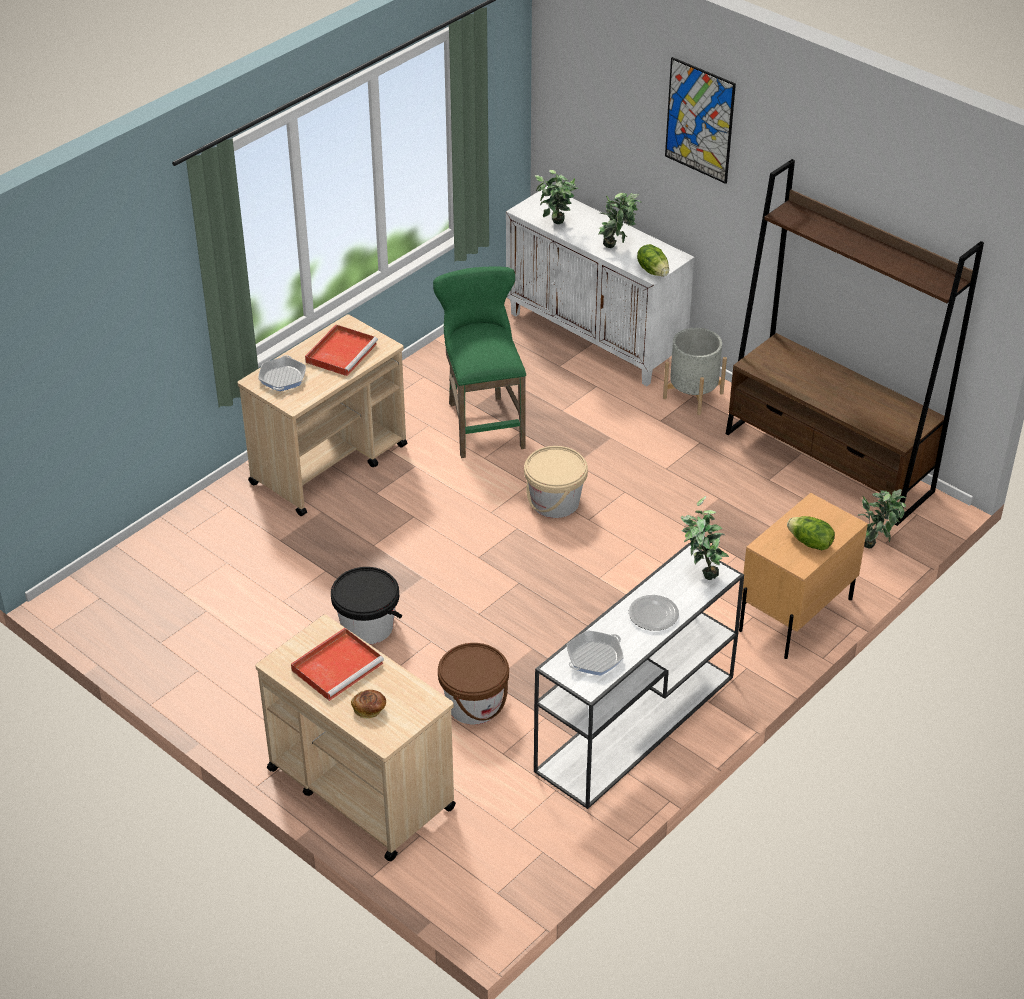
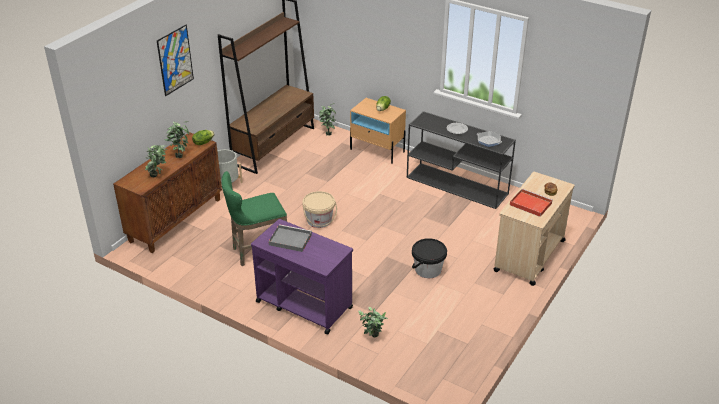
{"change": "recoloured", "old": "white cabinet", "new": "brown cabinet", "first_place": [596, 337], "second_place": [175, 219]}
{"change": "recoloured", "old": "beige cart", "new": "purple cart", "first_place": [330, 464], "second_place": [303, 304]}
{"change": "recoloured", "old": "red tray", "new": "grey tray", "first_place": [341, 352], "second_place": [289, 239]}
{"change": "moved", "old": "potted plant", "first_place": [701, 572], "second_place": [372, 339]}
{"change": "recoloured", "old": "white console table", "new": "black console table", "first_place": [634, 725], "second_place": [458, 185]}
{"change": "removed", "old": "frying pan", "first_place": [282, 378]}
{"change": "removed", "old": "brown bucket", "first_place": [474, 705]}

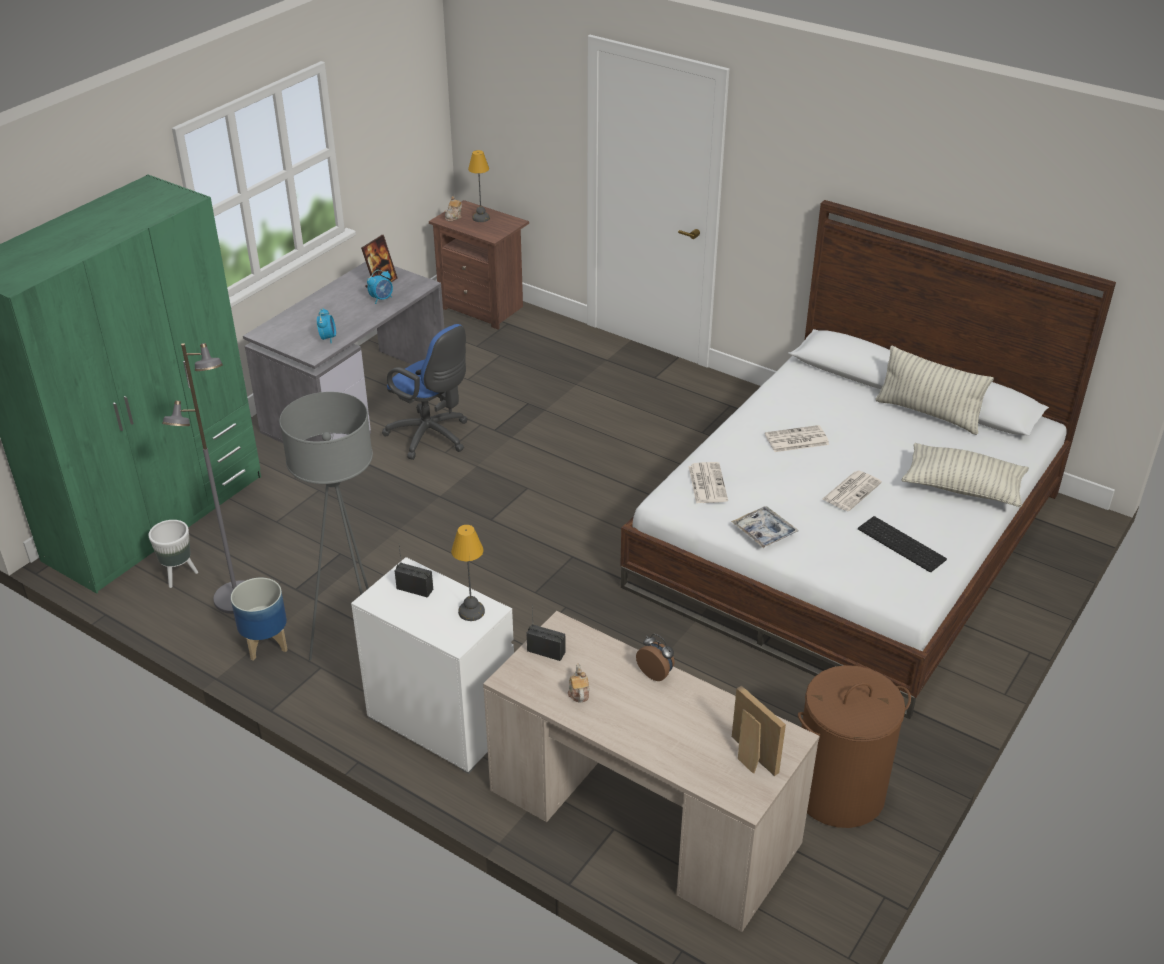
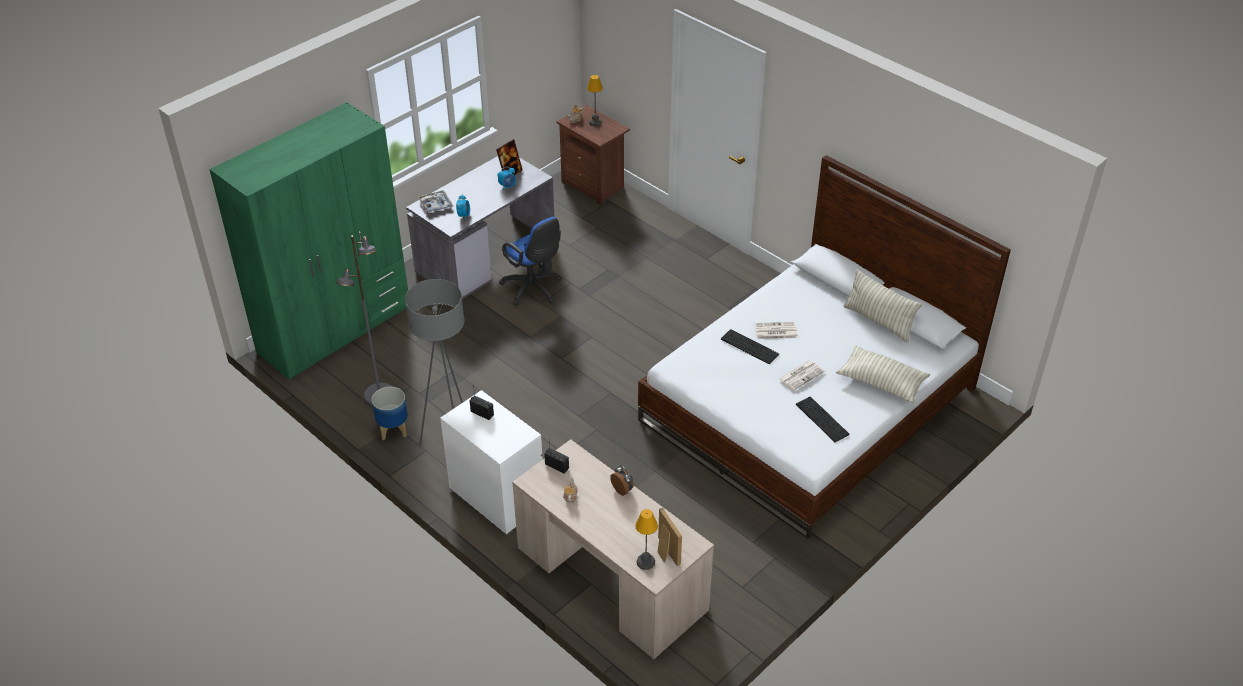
{"change": "moved", "old": "tray", "first_place": [764, 532], "second_place": [436, 205]}
{"change": "moved", "old": "table lamp", "first_place": [472, 611], "second_place": [646, 562]}
{"change": "added", "new": "keyboard", "second_place": [751, 346]}
{"change": "removed", "old": "white planter", "first_place": [179, 575]}
{"change": "removed", "old": "newspaper", "first_place": [707, 483]}
{"change": "removed", "old": "brown laundry basket", "first_place": [838, 792]}

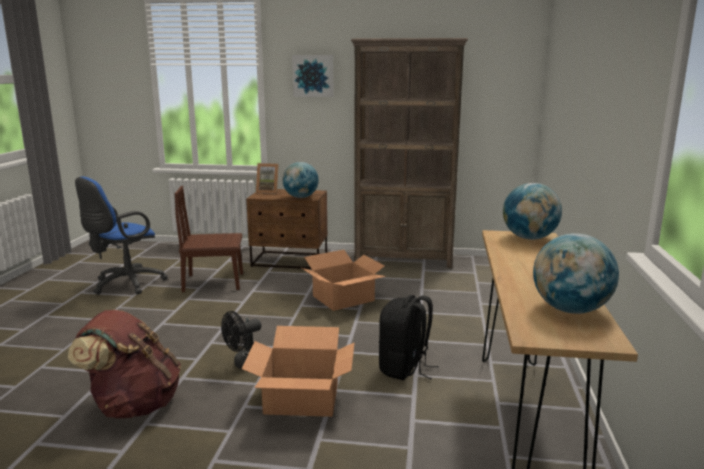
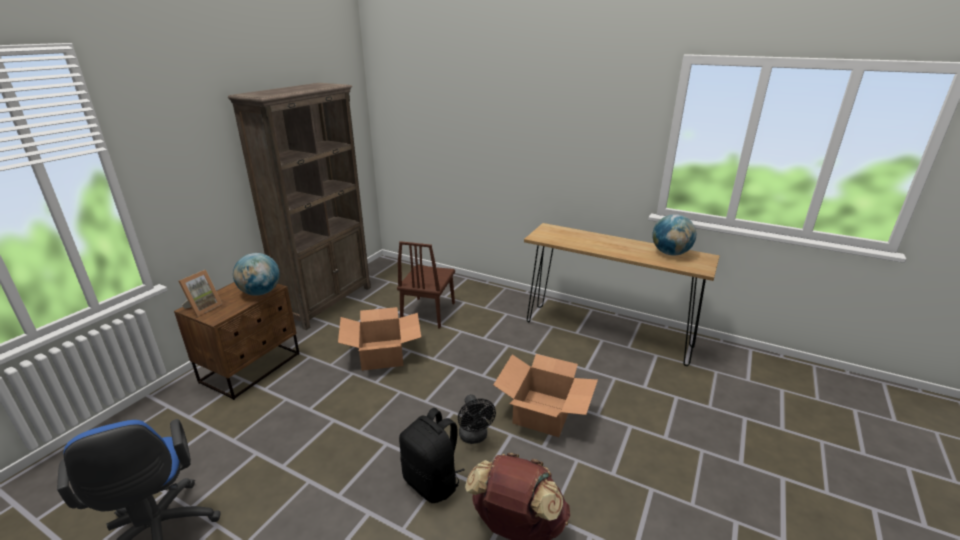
{"change": "moved", "old": "brown chair", "first_place": [213, 282], "second_place": [428, 312]}
{"change": "moved", "old": "black backpack", "first_place": [404, 369], "second_place": [432, 482]}
{"change": "removed", "old": "picture", "first_place": [313, 76]}
{"change": "removed", "old": "globe", "first_place": [529, 238]}

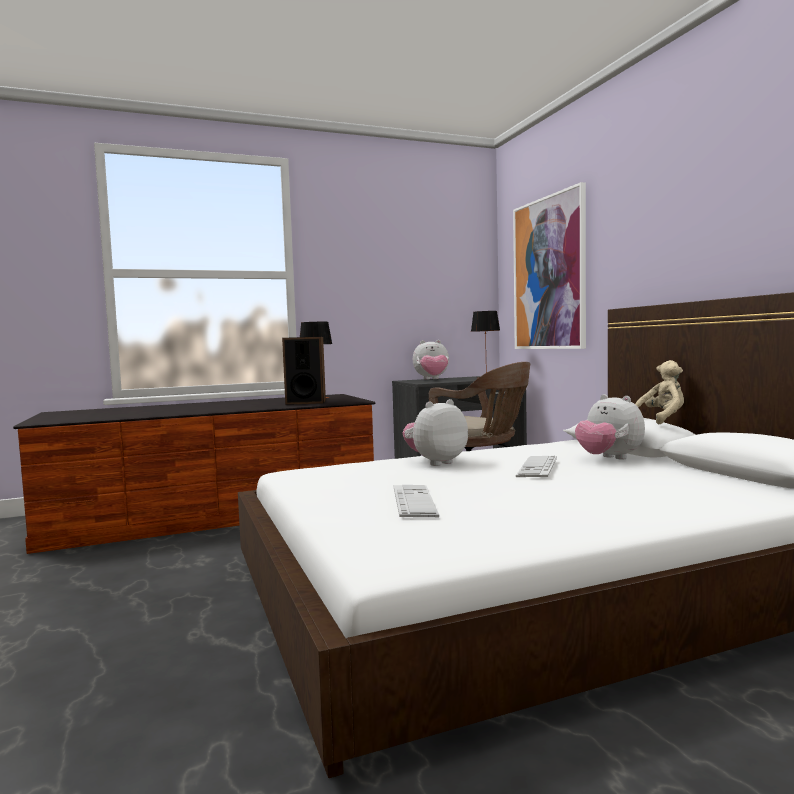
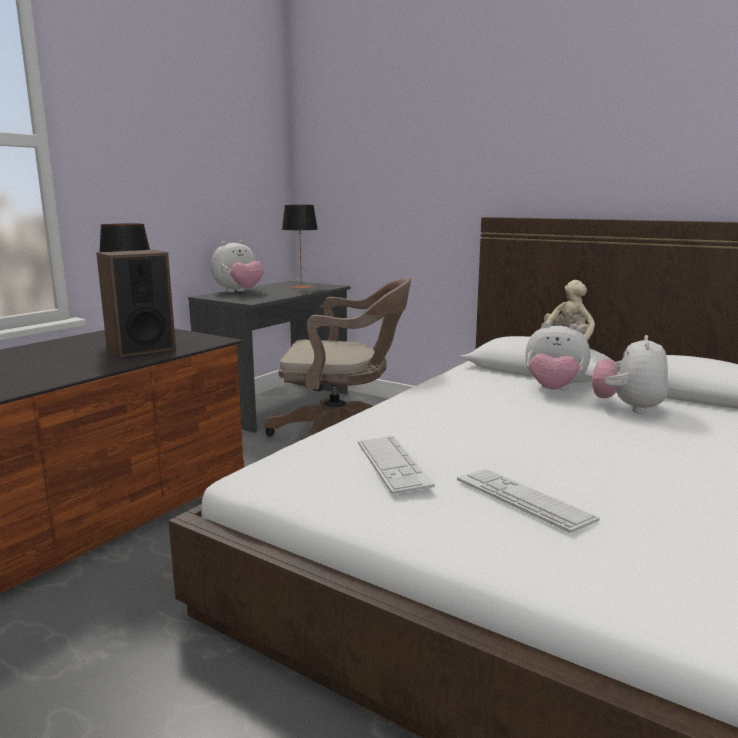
{"change": "moved", "old": "keyboard", "first_place": [537, 467], "second_place": [393, 464]}
{"change": "moved", "old": "plush toy", "first_place": [435, 462], "second_place": [627, 408]}
{"change": "removed", "old": "picture", "first_place": [549, 273]}

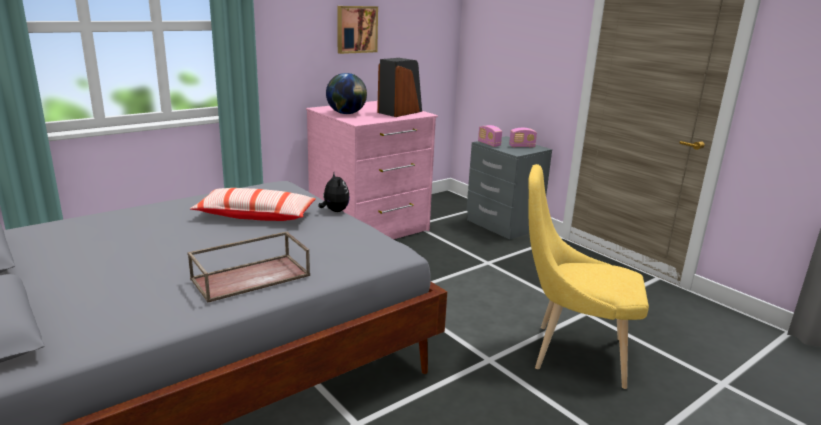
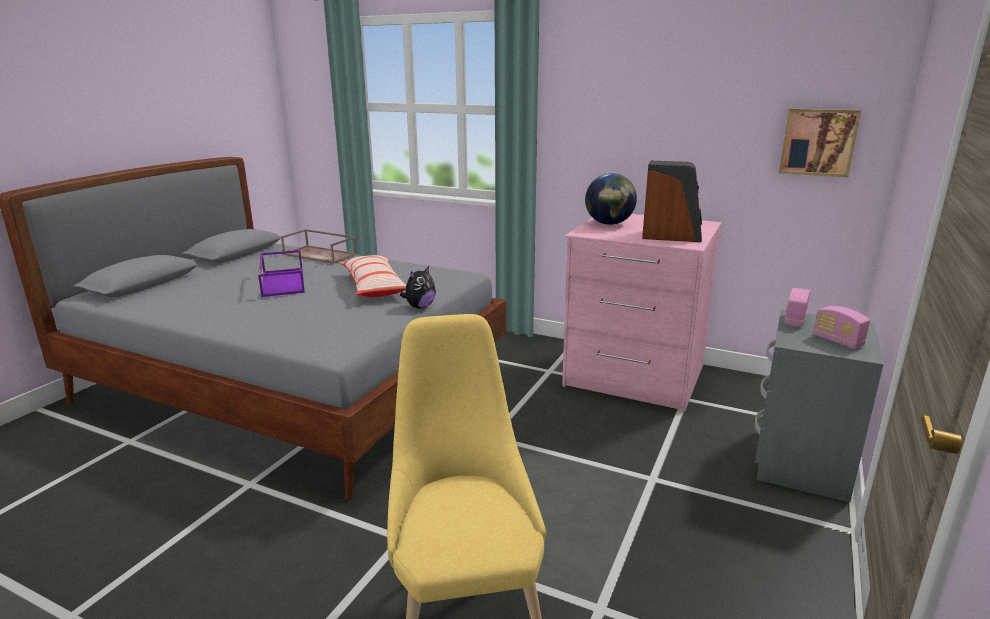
{"change": "added", "new": "purple tray", "second_place": [282, 282]}
{"change": "moved", "old": "brown tray", "first_place": [251, 276], "second_place": [321, 254]}
{"change": "moved", "old": "picture", "first_place": [356, 29], "second_place": [818, 142]}

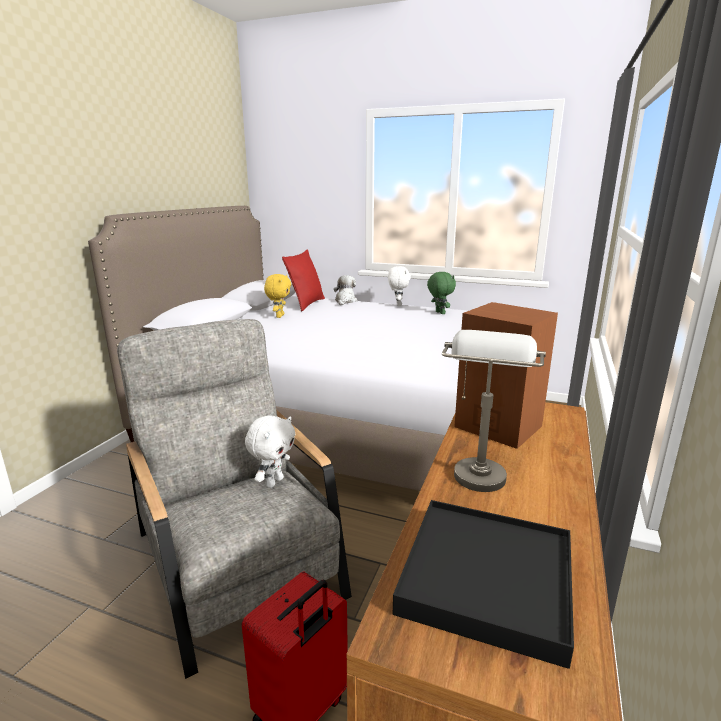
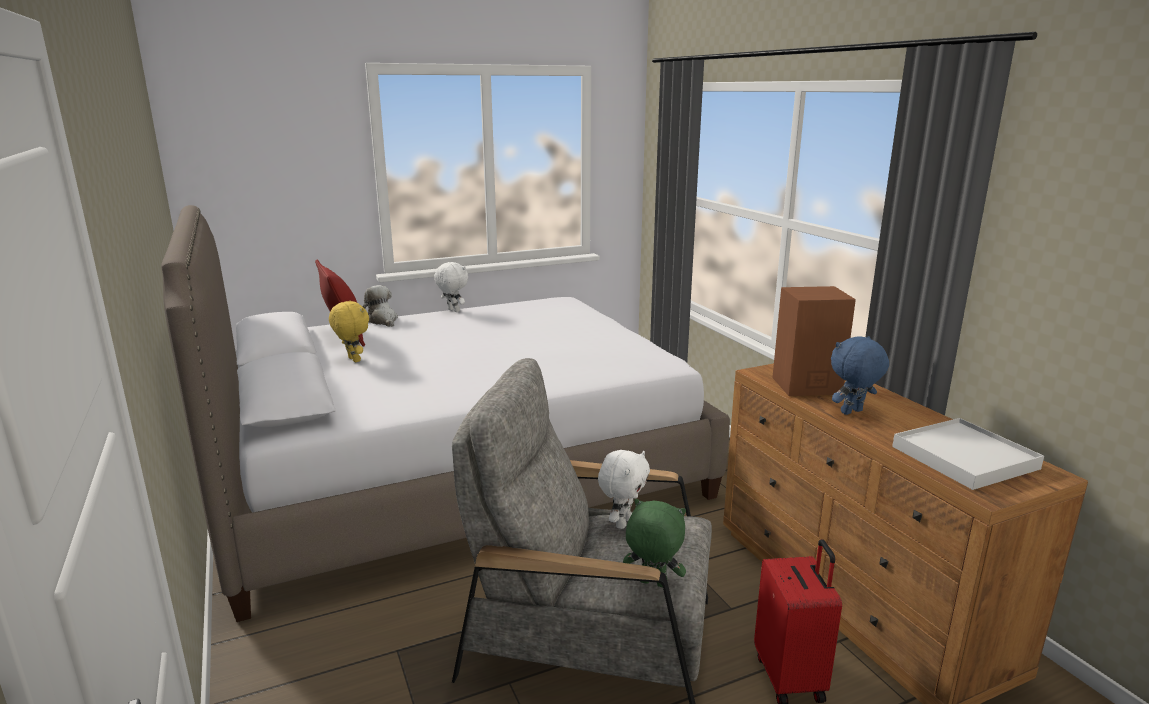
{"change": "turned", "old": "white plush toy", "first_place": [273, 482], "second_place": [622, 522], "degrees": 45}
{"change": "moved", "old": "green plush toy", "first_place": [439, 313], "second_place": [652, 584]}
{"change": "replaced", "old": "grey table lamp", "new": "blue plush toy", "first_place": [479, 467], "second_place": [852, 412]}
{"change": "recoloured", "old": "black tray", "new": "white tray", "first_place": [486, 578], "second_place": [963, 457]}

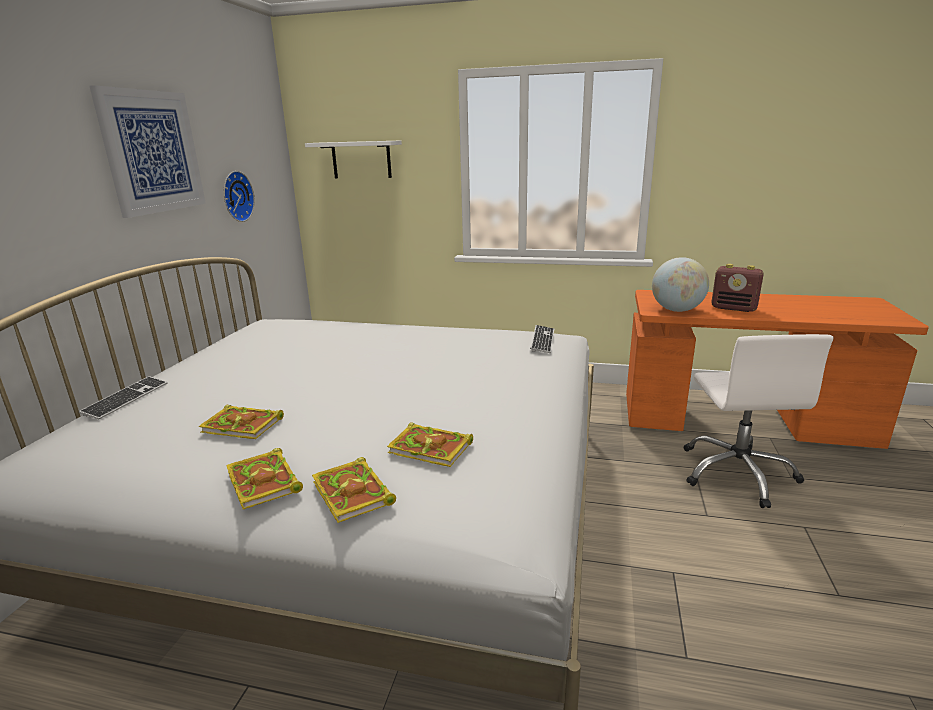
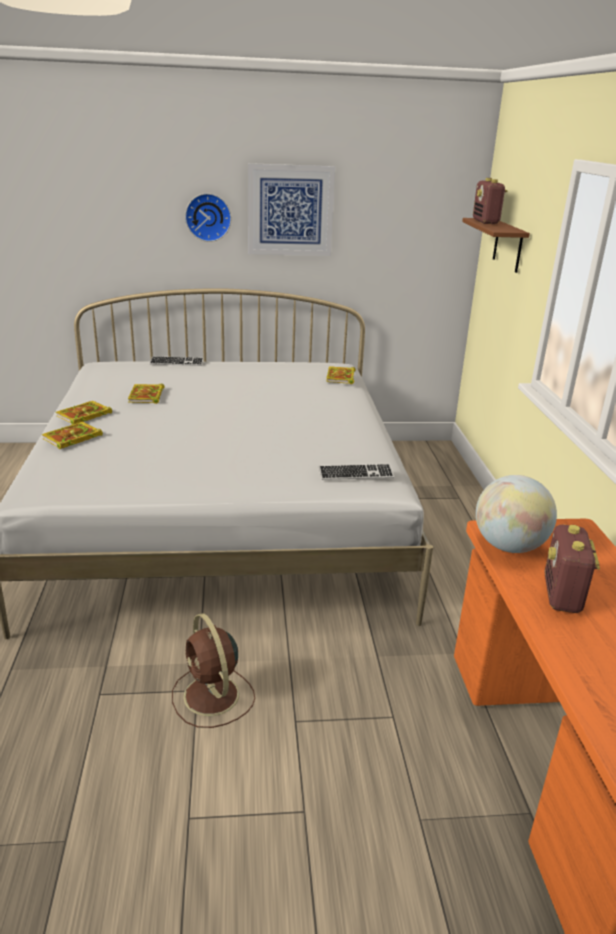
{"change": "added", "new": "brown fan", "second_place": [212, 697]}
{"change": "moved", "old": "wall clock", "first_place": [235, 196], "second_place": [208, 217]}
{"change": "moved", "old": "book", "first_place": [432, 448], "second_place": [341, 378]}
{"change": "recoloured", "old": "white shelf", "new": "brown shelf", "first_place": [361, 160], "second_place": [508, 245]}
{"change": "added", "new": "radio", "second_place": [485, 222]}
{"change": "removed", "old": "white office chair", "first_place": [737, 473]}

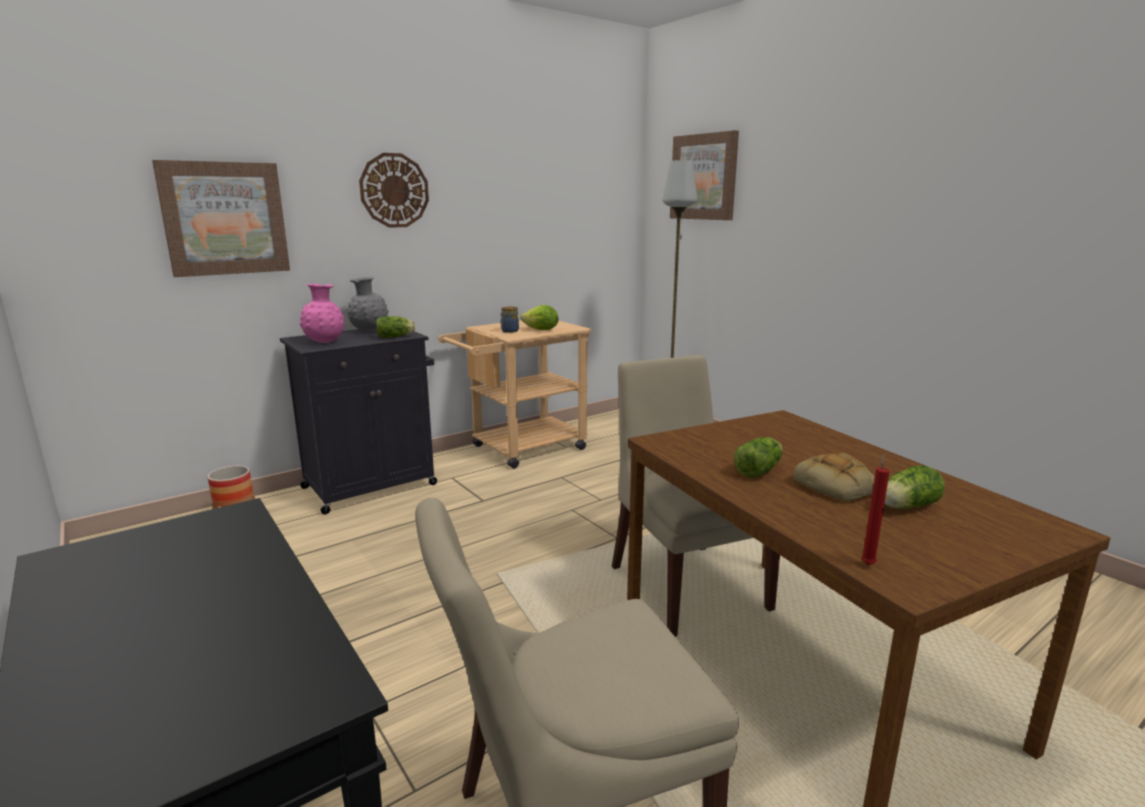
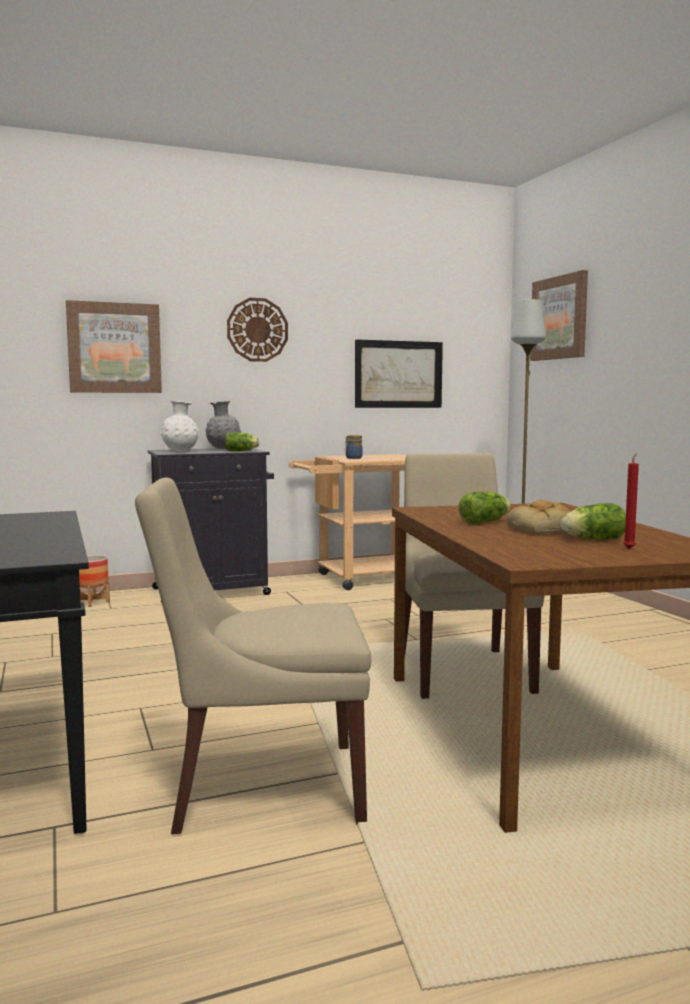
{"change": "recoloured", "old": "pink vase", "new": "white vase", "first_place": [324, 342], "second_place": [180, 451]}
{"change": "added", "new": "picture", "second_place": [398, 374]}
{"change": "moved", "old": "red candle", "first_place": [867, 564], "second_place": [629, 548]}
{"change": "removed", "old": "lettuce", "first_place": [541, 330]}

